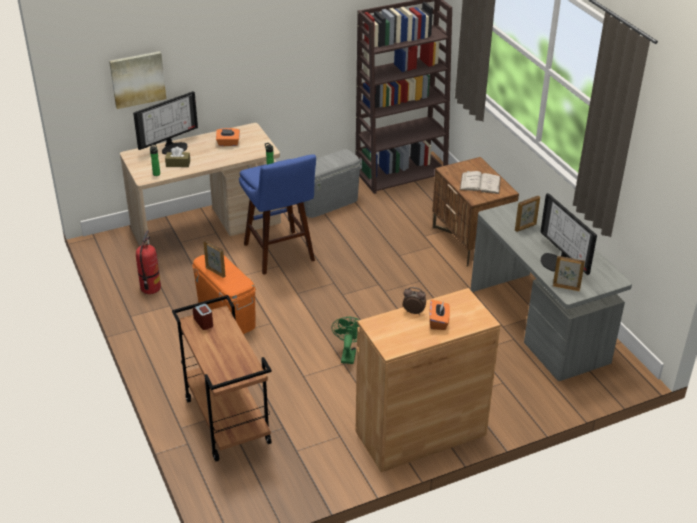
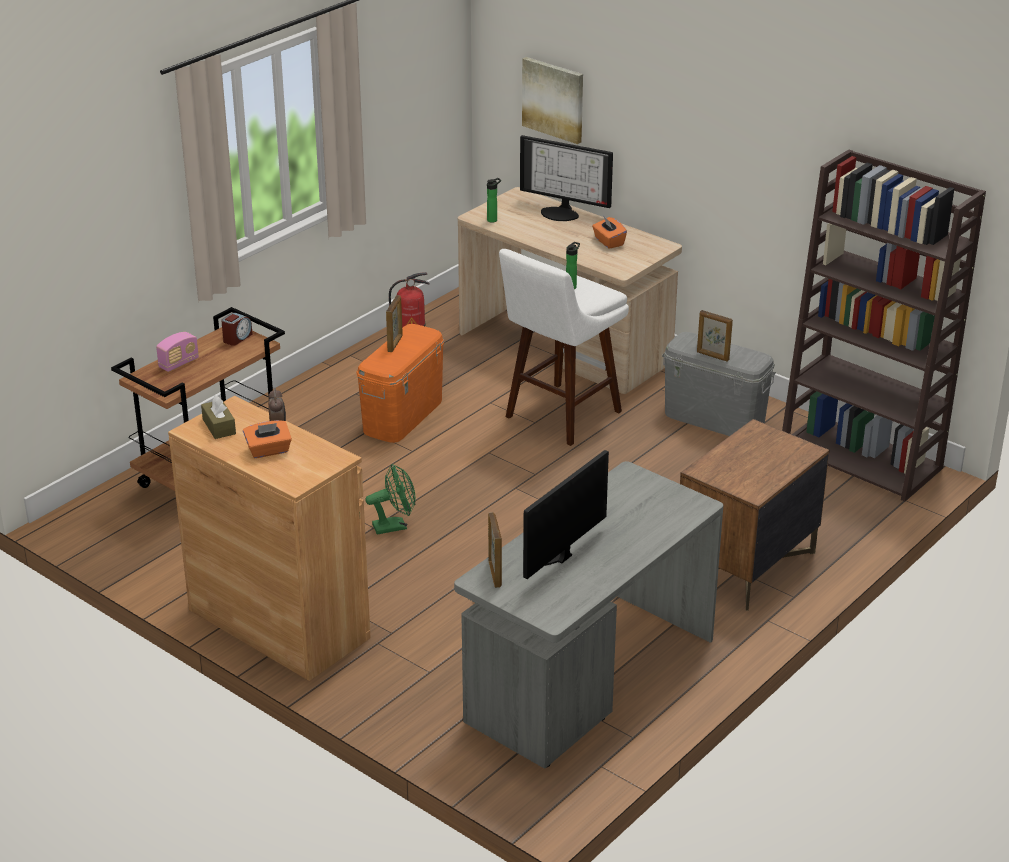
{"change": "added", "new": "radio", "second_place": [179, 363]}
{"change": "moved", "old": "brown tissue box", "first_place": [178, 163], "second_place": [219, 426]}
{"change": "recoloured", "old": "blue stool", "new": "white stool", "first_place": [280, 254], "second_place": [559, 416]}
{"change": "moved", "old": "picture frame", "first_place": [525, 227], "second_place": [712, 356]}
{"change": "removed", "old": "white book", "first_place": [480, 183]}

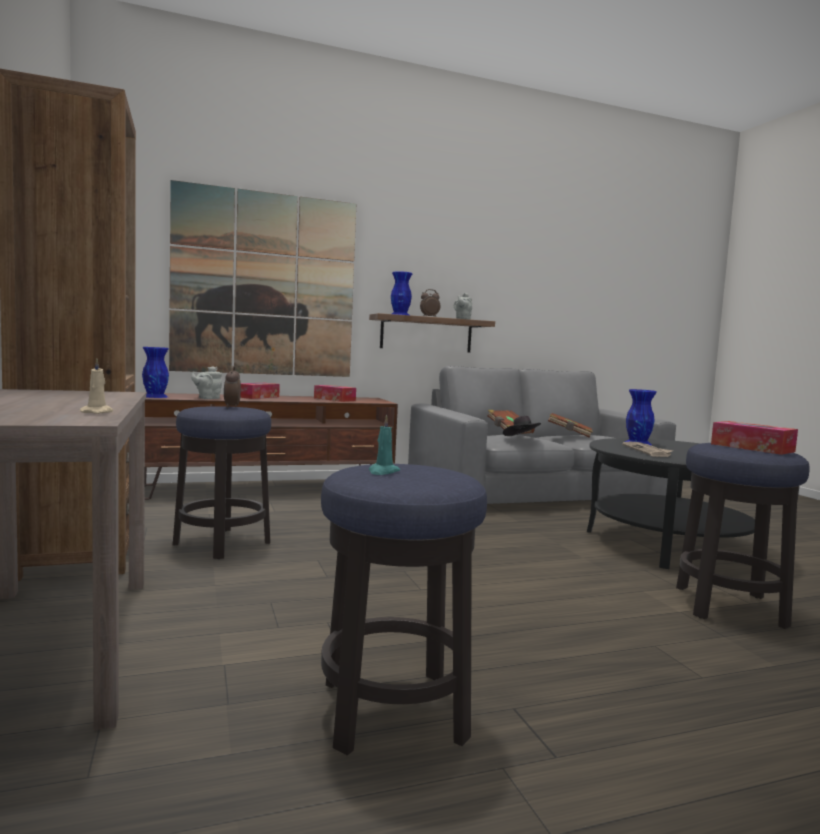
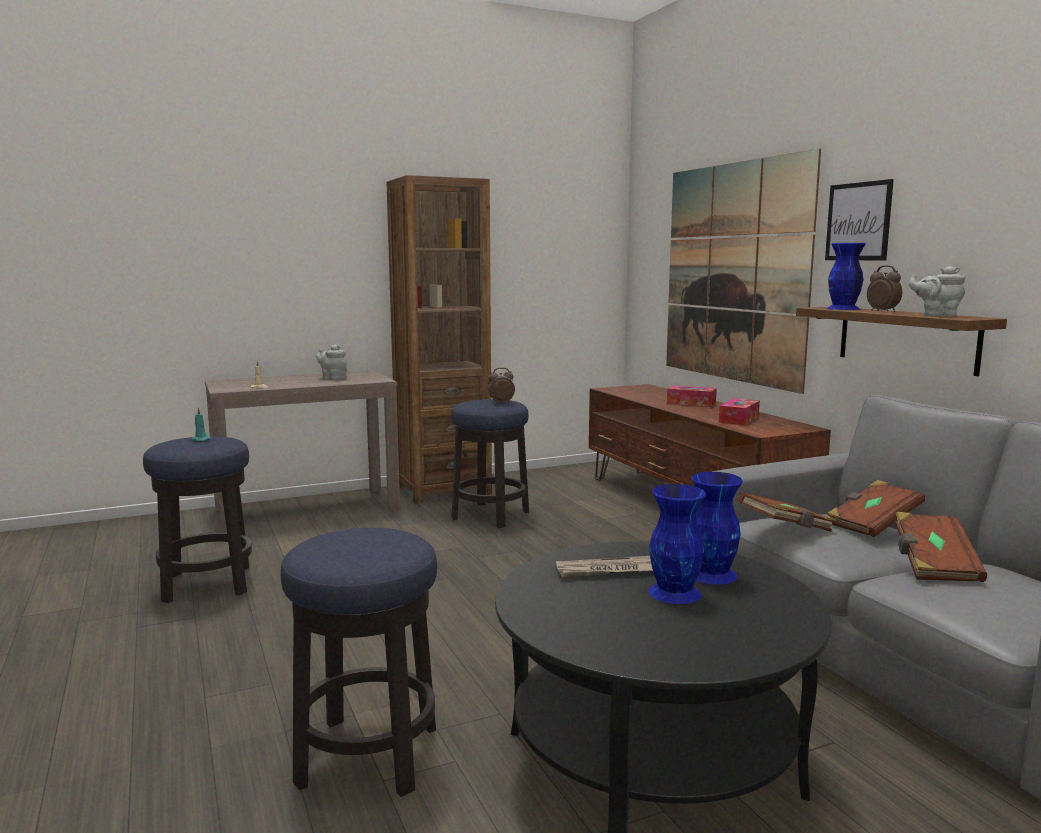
{"change": "moved", "old": "grey teapot", "first_place": [207, 398], "second_place": [333, 378]}
{"change": "moved", "old": "blue vase", "first_place": [155, 396], "second_place": [675, 592]}
{"change": "replaced", "old": "black hat", "new": "brown book", "first_place": [521, 438], "second_place": [786, 529]}
{"change": "added", "new": "picture", "second_place": [858, 221]}
{"change": "removed", "old": "tissue box", "first_place": [752, 448]}

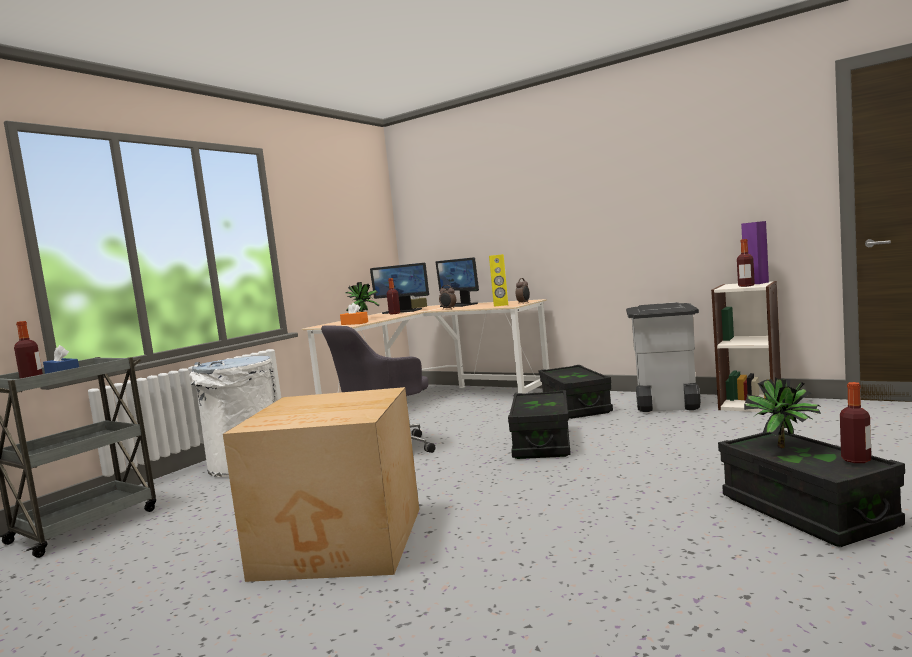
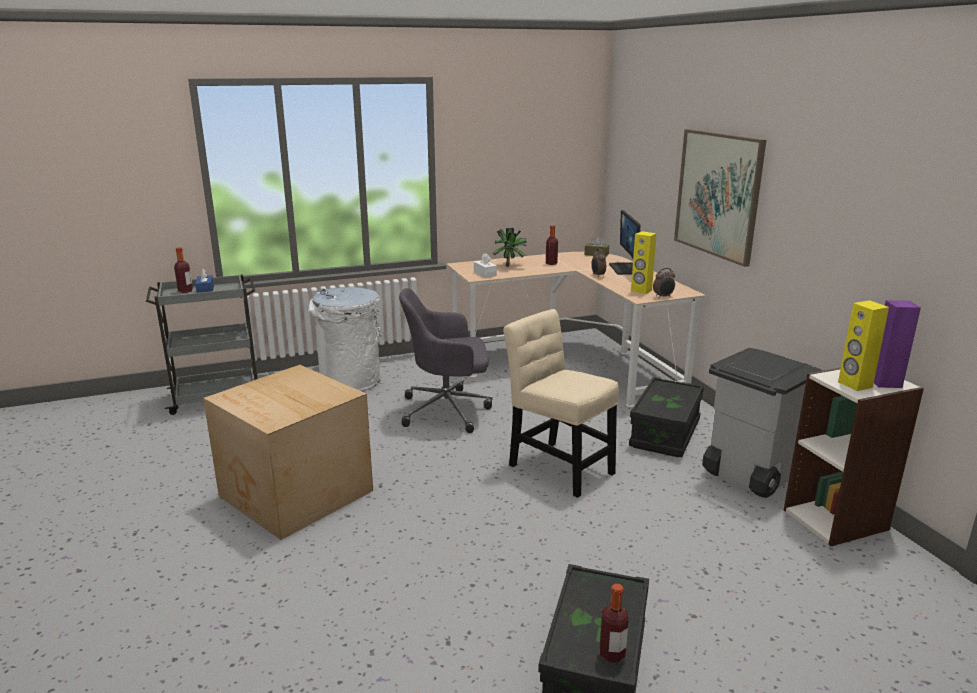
{"change": "recoloured", "old": "orange tissue box", "new": "white tissue box", "first_place": [354, 323], "second_place": [485, 273]}
{"change": "replaced", "old": "black storage box", "new": "beige chair", "first_place": [542, 443], "second_place": [557, 466]}
{"change": "added", "new": "picture", "second_place": [718, 194]}
{"change": "replaced", "old": "bottle", "new": "yellow speaker", "first_place": [746, 286], "second_place": [854, 384]}
{"change": "removed", "old": "monitor", "first_place": [402, 311]}
{"change": "removed", "old": "potted plant", "first_place": [785, 448]}

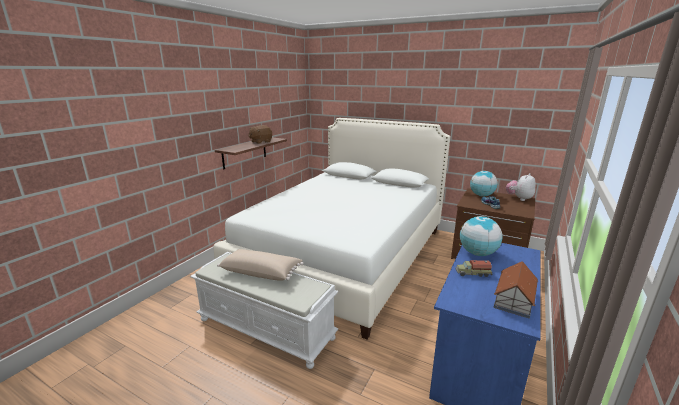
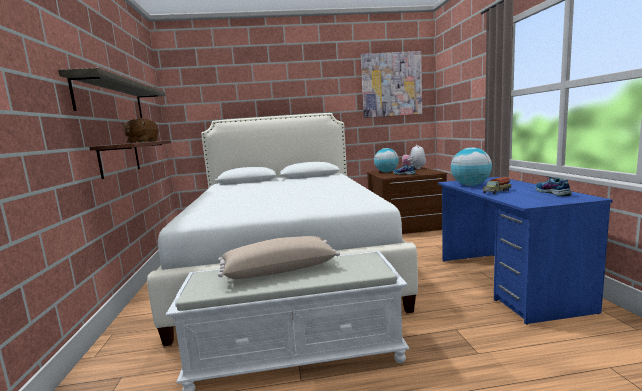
{"change": "added", "new": "shelf", "second_place": [111, 99]}
{"change": "added", "new": "picture", "second_place": [391, 85]}
{"change": "replaced", "old": "toy house", "new": "shoe", "first_place": [513, 300], "second_place": [552, 193]}

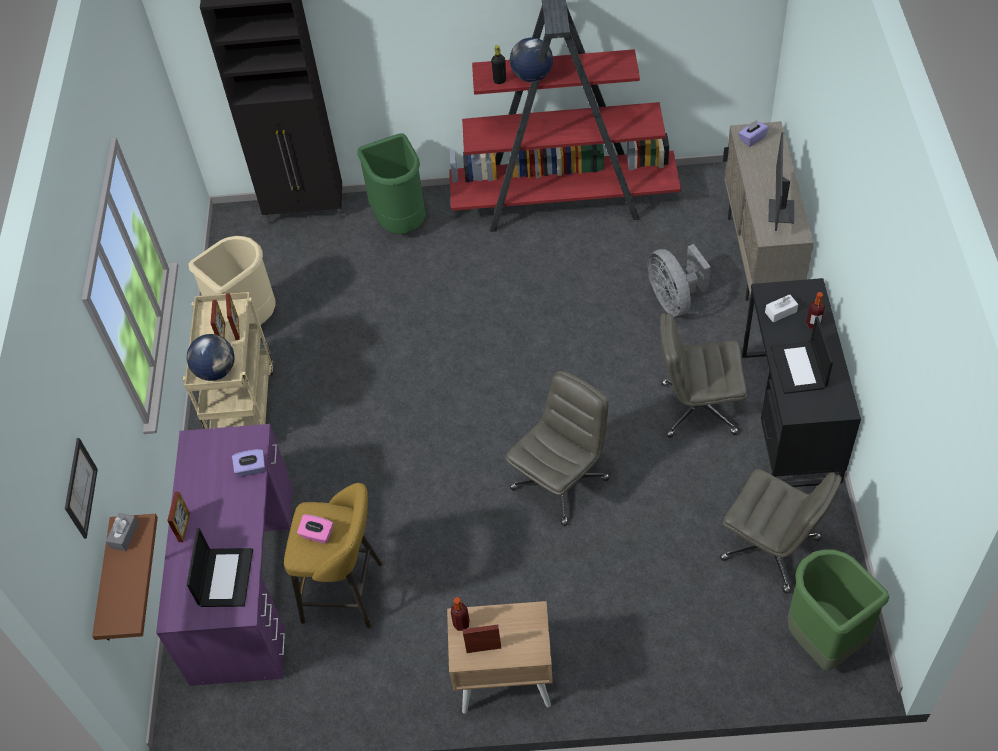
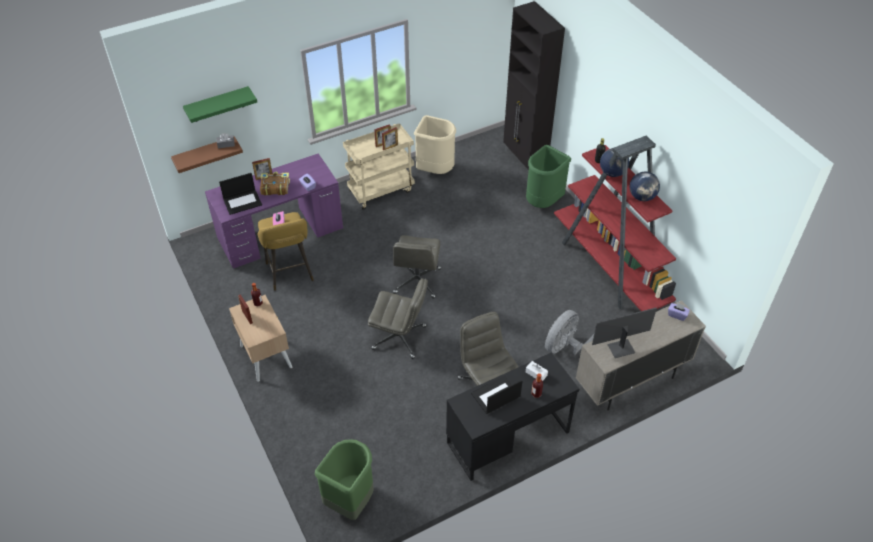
{"change": "replaced", "old": "picture", "new": "green shelf", "first_place": [80, 488], "second_place": [218, 104]}
{"change": "added", "new": "book", "second_place": [275, 187]}
{"change": "moved", "old": "grey office chair", "first_place": [771, 549], "second_place": [417, 281]}
{"change": "moved", "old": "globe", "first_place": [216, 371], "second_place": [642, 197]}

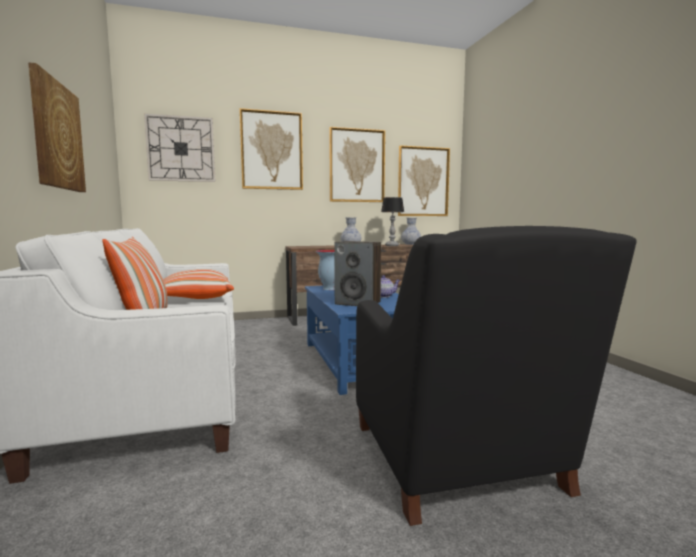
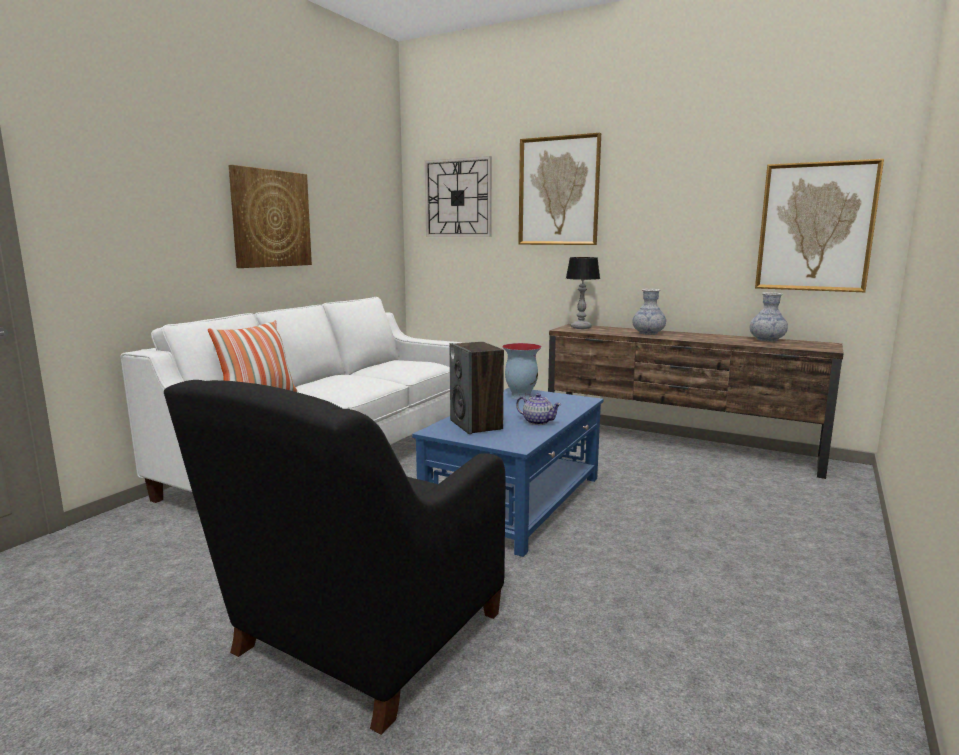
{"change": "moved", "old": "table lamp", "first_place": [392, 245], "second_place": [581, 327]}
{"change": "removed", "old": "pillow", "first_place": [195, 298]}
{"change": "removed", "old": "picture", "first_place": [357, 166]}

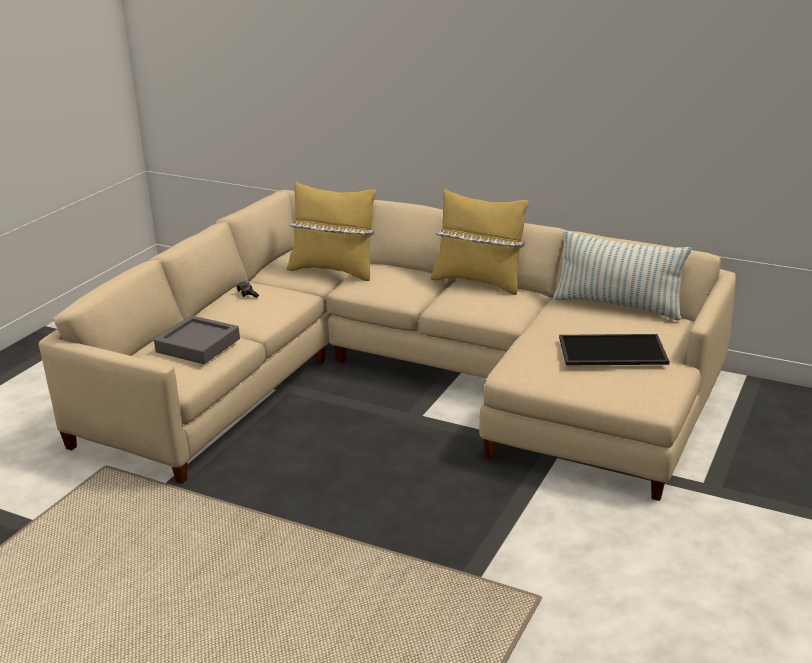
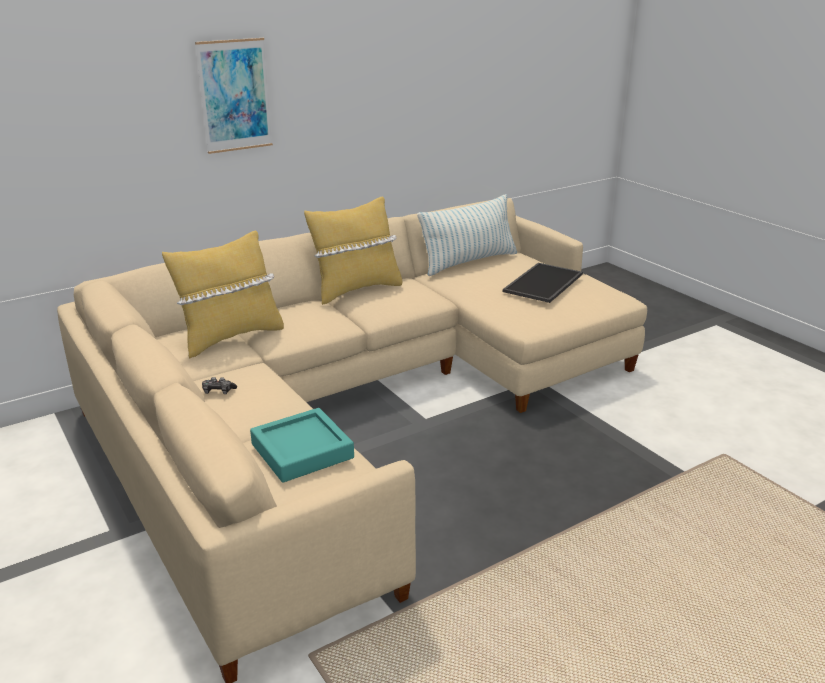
{"change": "added", "new": "picture", "second_place": [235, 95]}
{"change": "recoloured", "old": "grey tray", "new": "turquoise tray", "first_place": [198, 345], "second_place": [302, 451]}

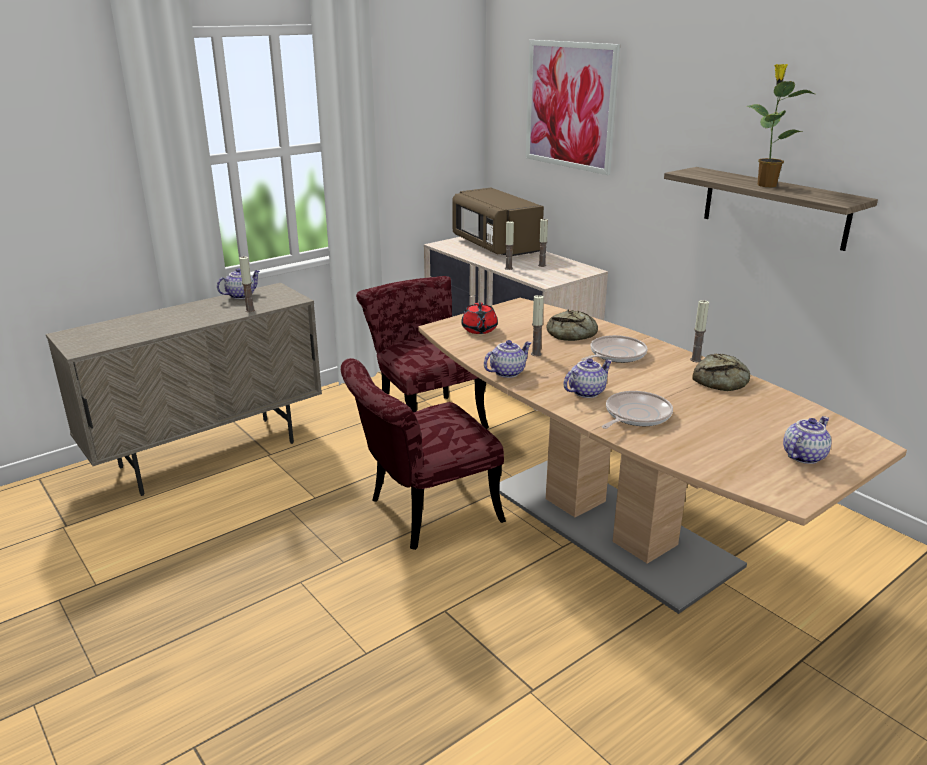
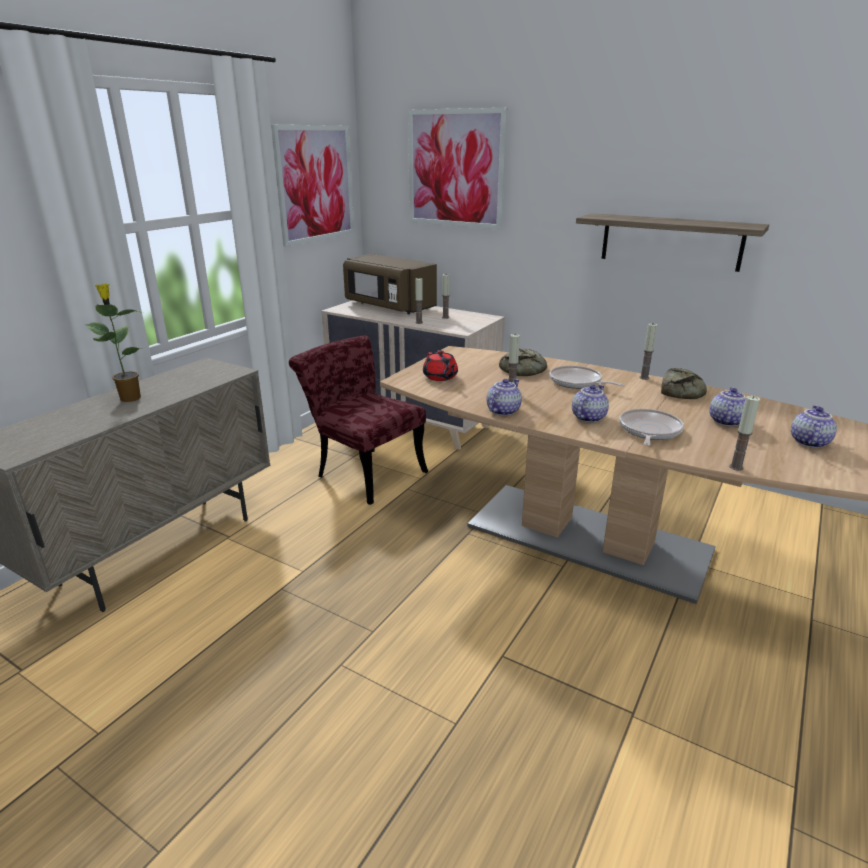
{"change": "moved", "old": "potted plant", "first_place": [765, 185], "second_place": [130, 398]}
{"change": "added", "new": "picture", "second_place": [315, 184]}
{"change": "turned", "old": "frying pan", "first_place": [615, 355], "second_place": [577, 382], "degrees": -75}
{"change": "moved", "old": "teapot", "first_place": [241, 295], "second_place": [725, 421]}
{"change": "moved", "old": "candle", "first_place": [250, 310], "second_place": [736, 467]}
{"change": "removed", "old": "red chair", "first_place": [422, 514]}

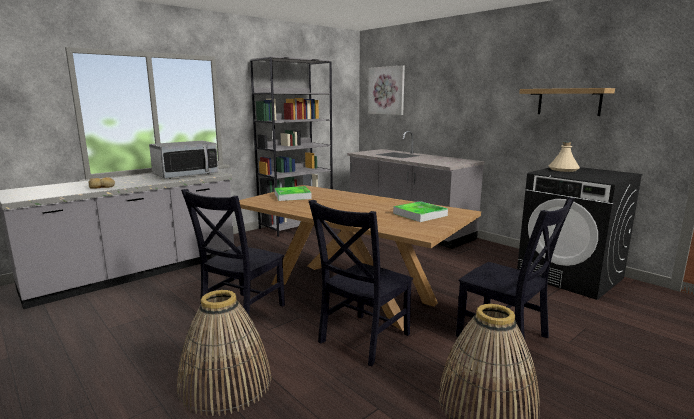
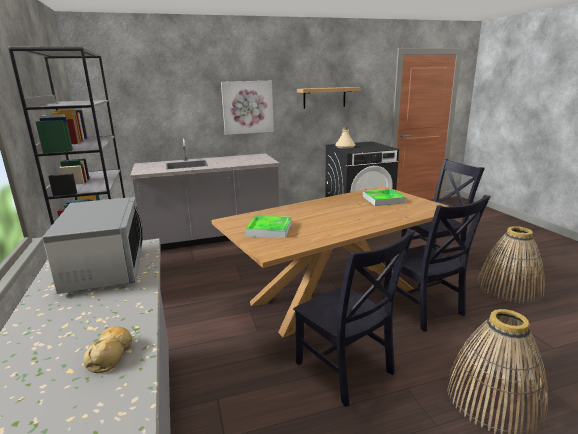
{"change": "moved", "old": "picture", "first_place": [386, 90], "second_place": [247, 107]}

